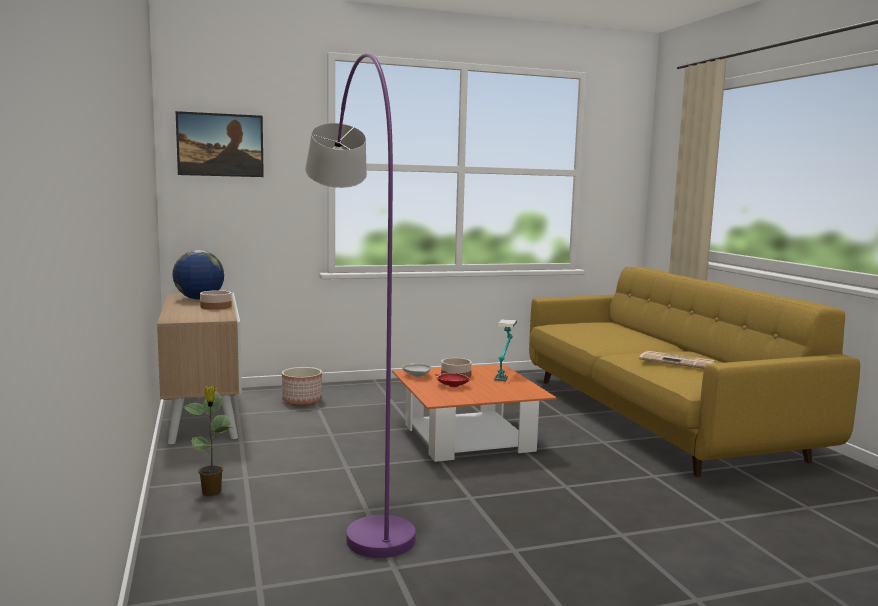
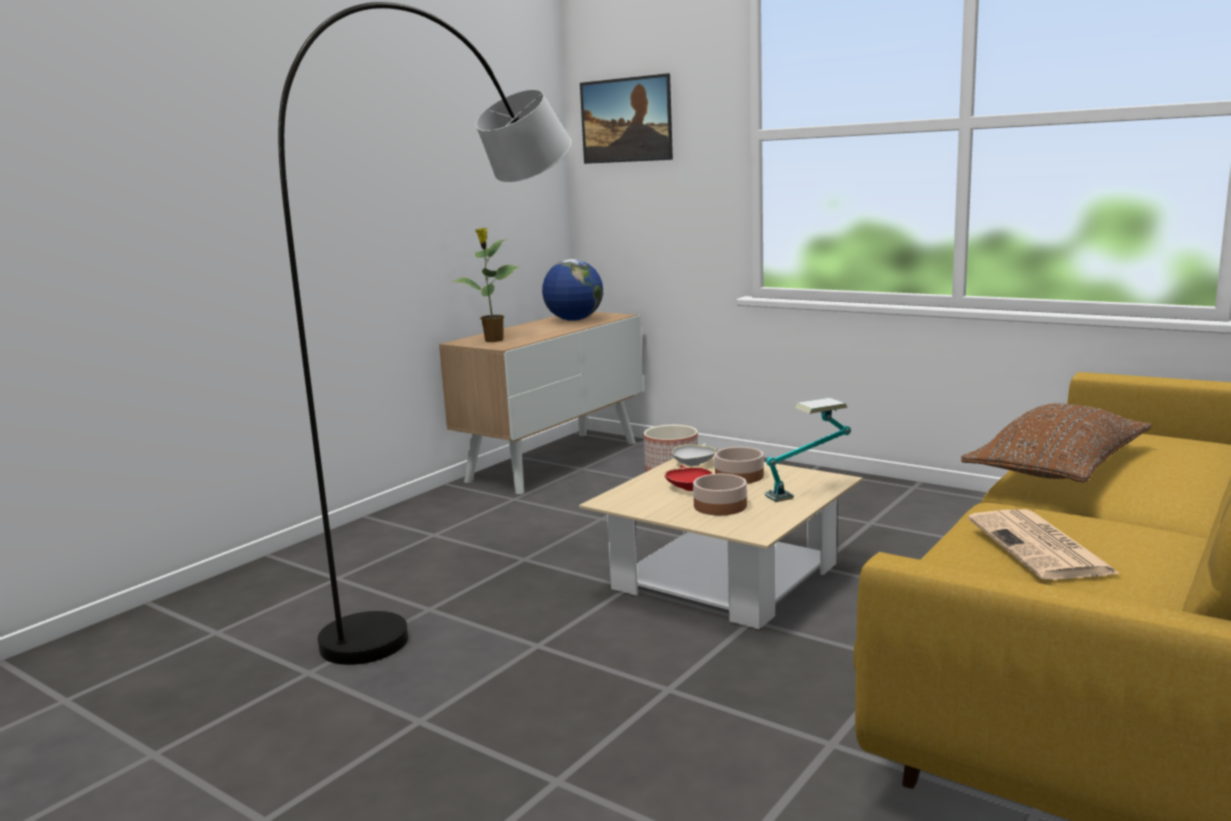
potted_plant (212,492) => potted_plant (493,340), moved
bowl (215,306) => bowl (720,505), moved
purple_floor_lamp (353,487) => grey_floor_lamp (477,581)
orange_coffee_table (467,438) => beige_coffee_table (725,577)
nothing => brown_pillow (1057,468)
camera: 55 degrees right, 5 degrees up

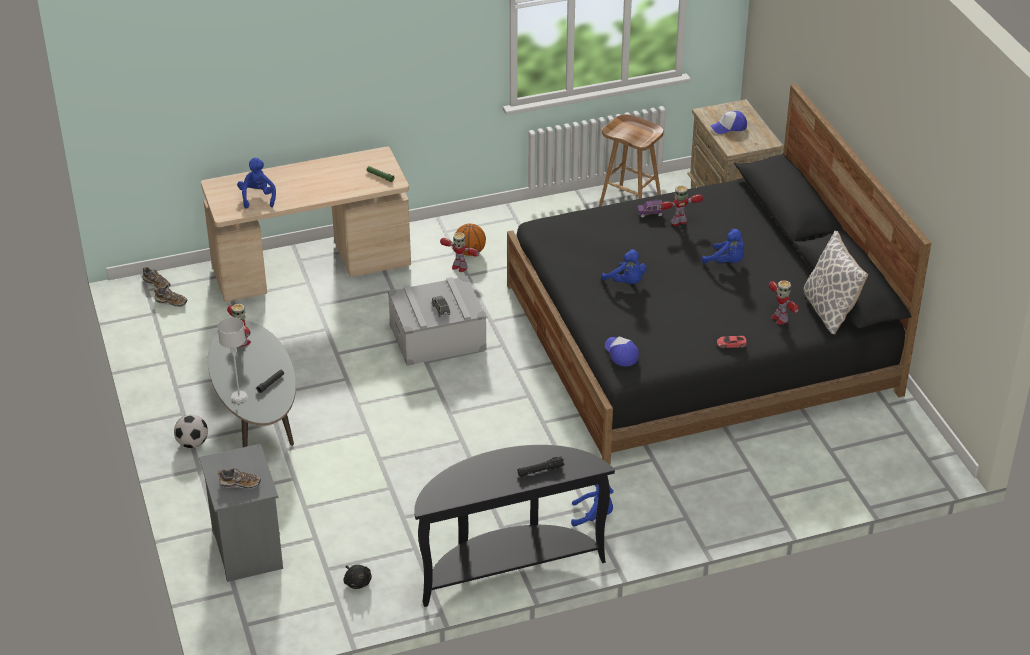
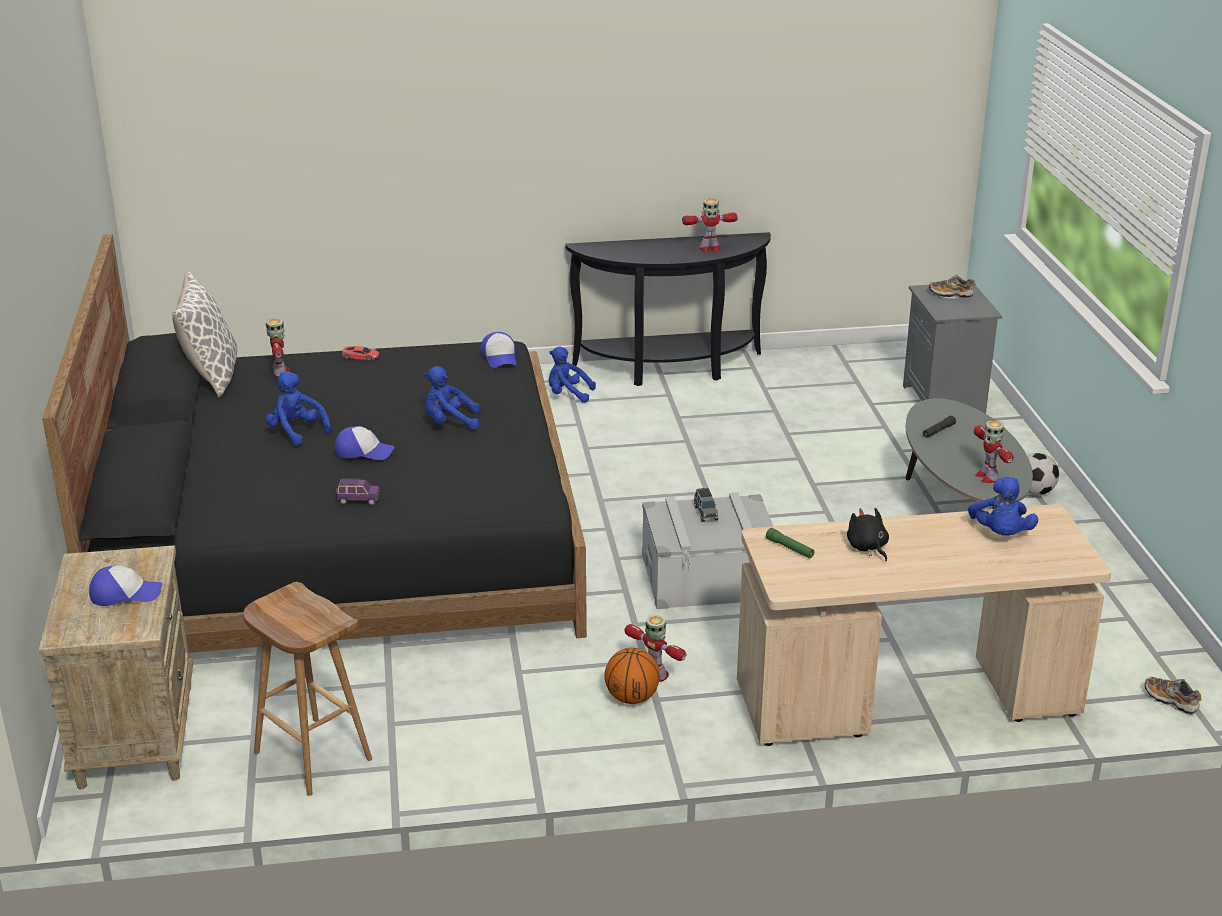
shoe (171,302) => nothing
grey_table_lamp (239,397) => nothing
black_plush_toy (357,582) => black_plush_toy (867,548), moved
black_flashlight (540,471) => nothing
blue_plush_toy (626,282) => blue_plush_toy (449,423), 60 degrees counterclockwise
toy_robot (679,222) => toy_robot (709,249), moved
nothing => cap (364,452)
camera: 170 degrees left, 10 degrees down

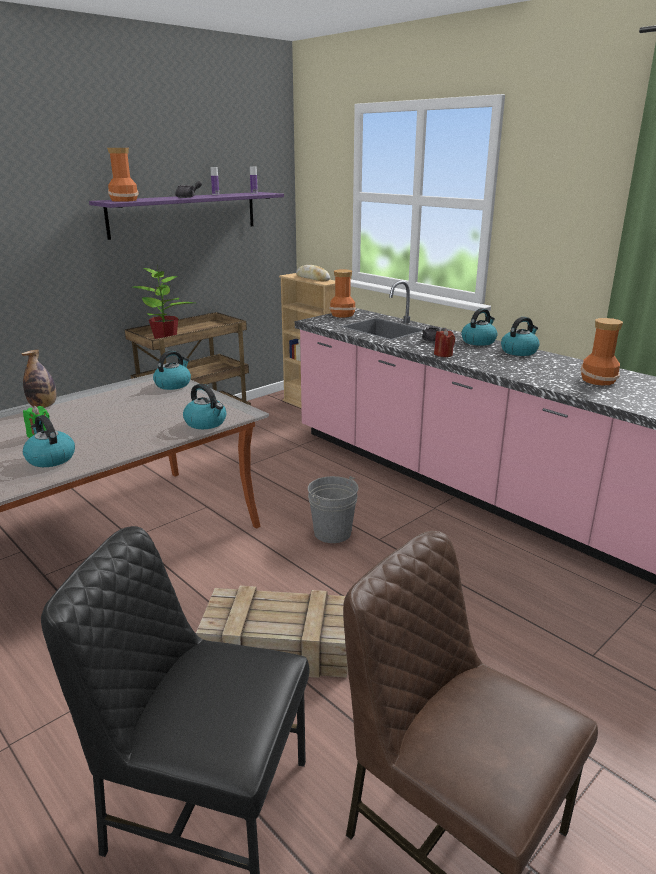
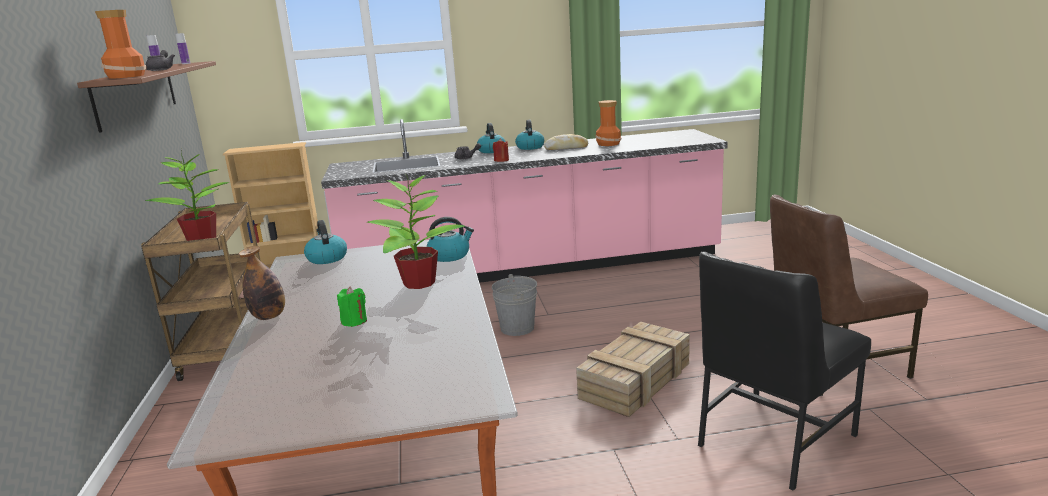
kettle (50,458) => nothing
purple_shelf (184,214) => brown_shelf (136,94)
bread (313,278) => bread (566,148), moved
vase (342,315) => nothing
nothing => potted_plant (418,283)
camera: 55 degrees left, 5 degrees down

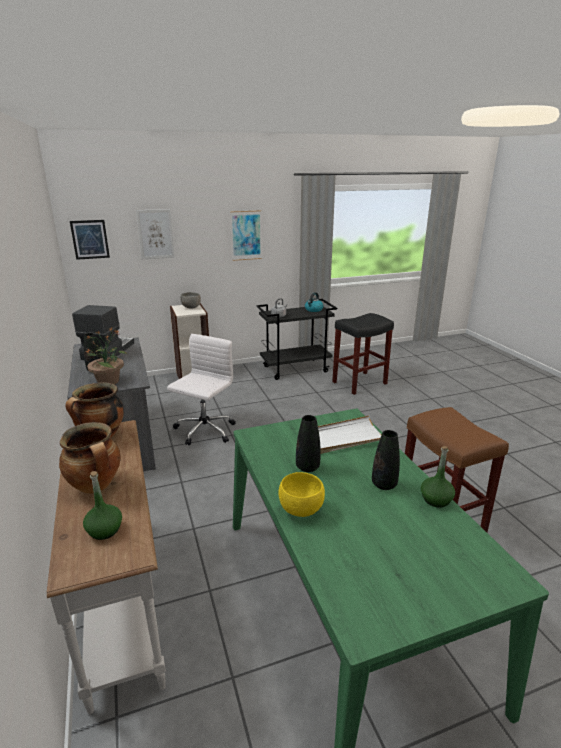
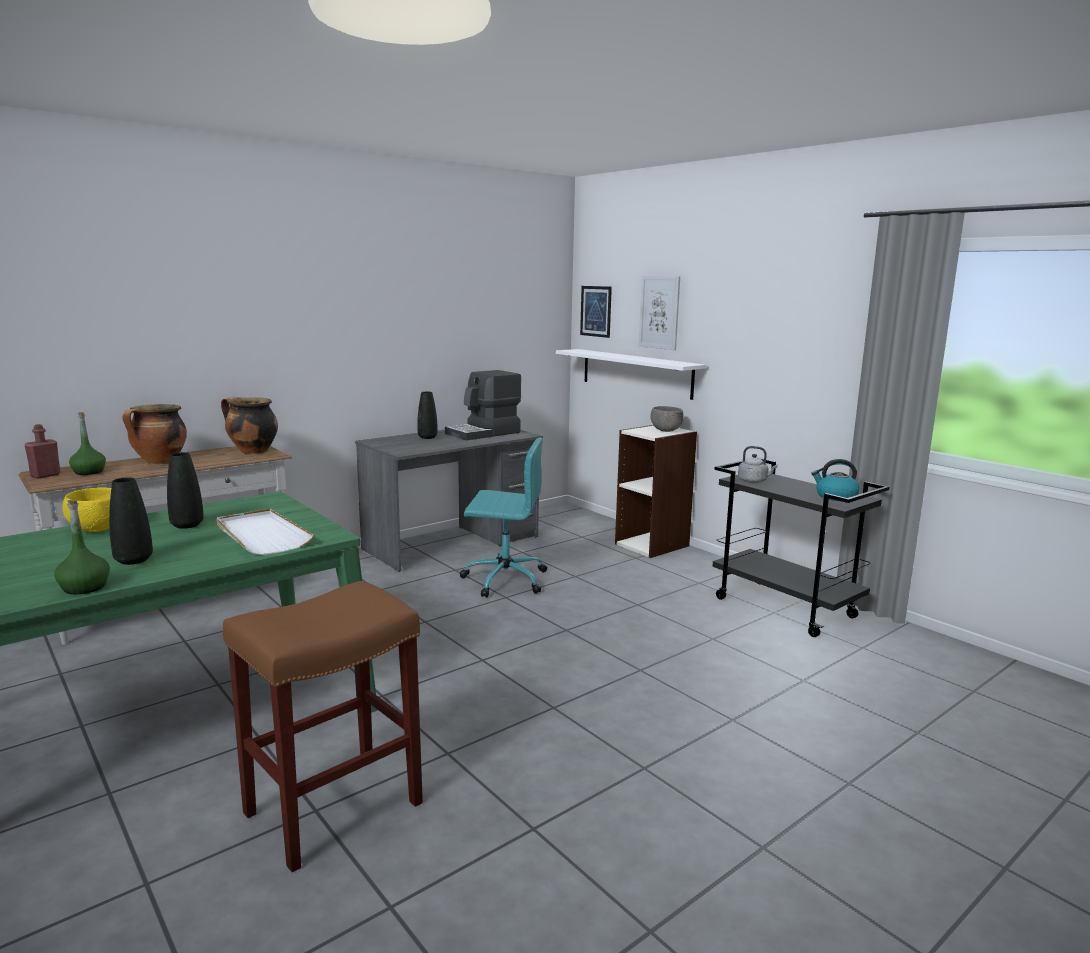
coffee_machine (107,351) => coffee_machine (484,433), 150 degrees clockwise
potted_plant (109,381) => nothing
white_office_chair (204,431) => turquoise_office_chair (503,579)
picture (246,235) => nothing
black_stool (360,382) => nothing
nothing => red_bottle (45,475)
nothing => white_shelf (636,373)
camera: 70 degrees right, 10 degrees down

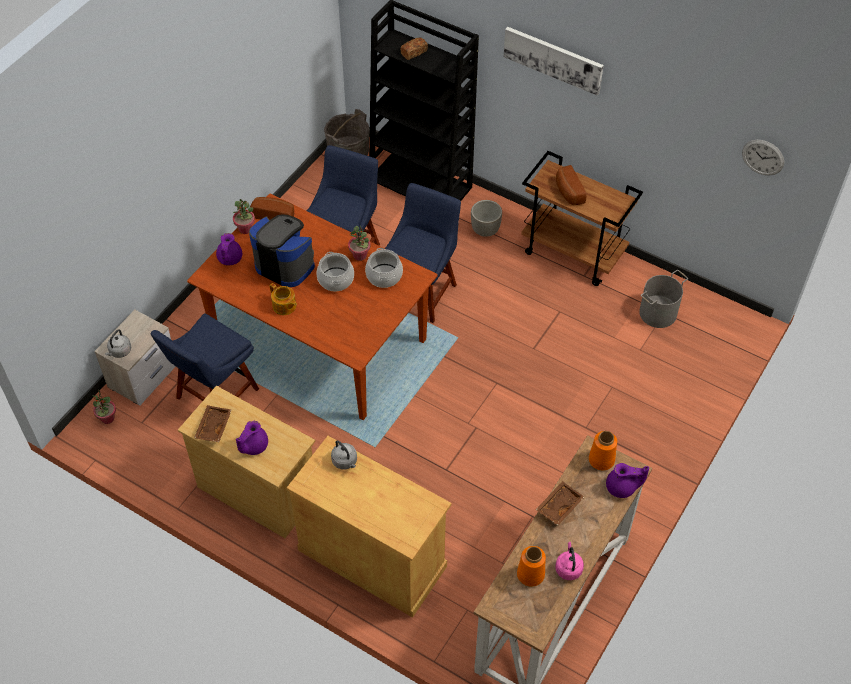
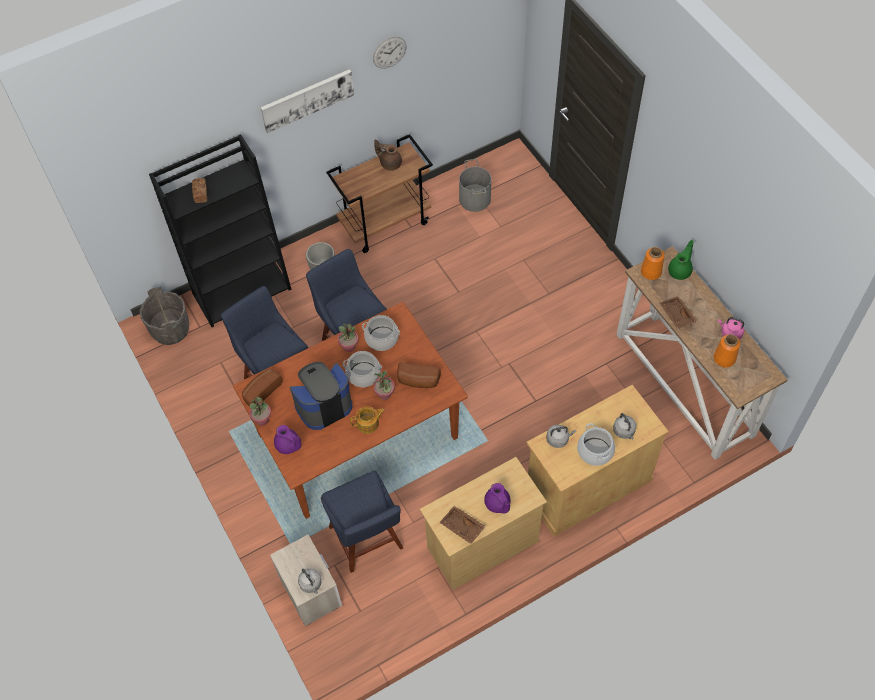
potted_plant (107,418) => potted_plant (385,394), moved
bread (568,192) => bread (418,381), moved
purple_teapot (622,487) => green_teapot (680,271)
wall_clock (763,157) => wall_clock (389,52), moved
nothing => brown_teapot (390,163)
nothing => cooking_pot (595,451)
nothing => grey_kettle (624,431)
camera: 60 degrees left, 5 degrees up

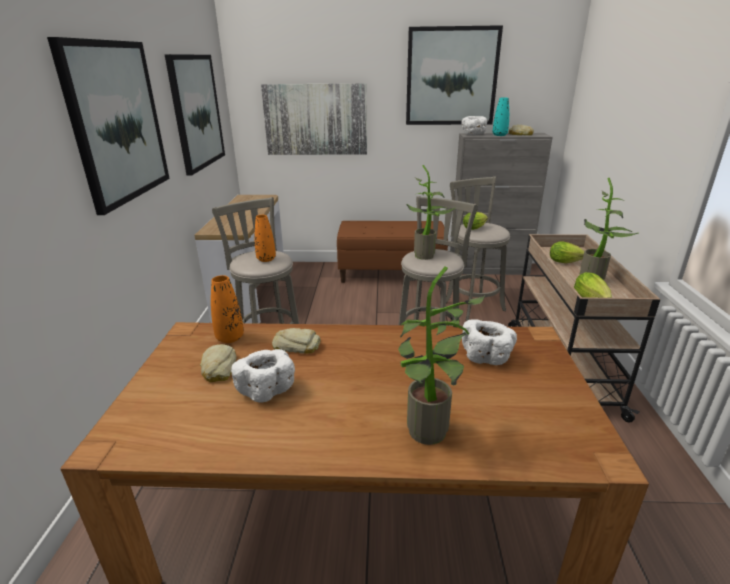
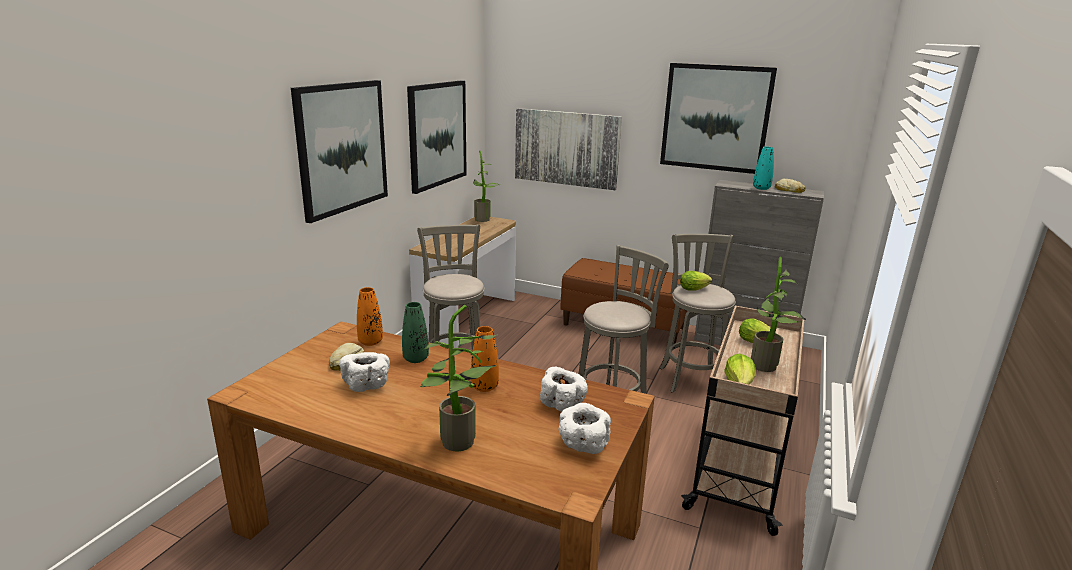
orange_vase (266,259) => orange_vase (484,387), moved
bread (296,345) => green_vase (416,359)
potted_plant (427,255) => potted_plant (484,219), moved
white_bowl (473,134) => white_bowl (583,445), moved
camera: 20 degrees right, 5 degrees down

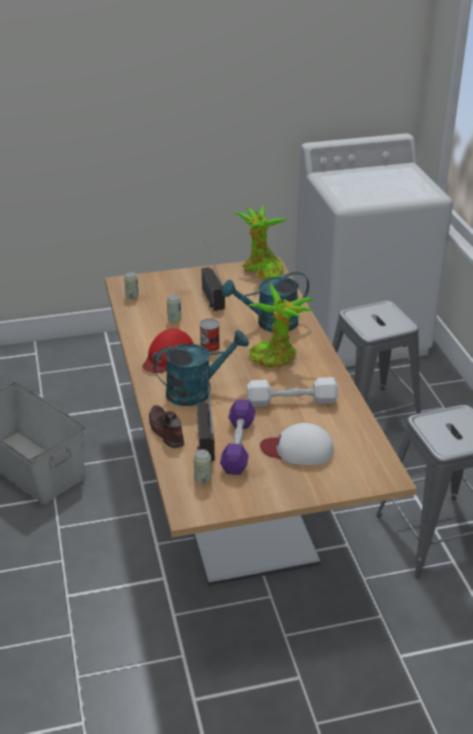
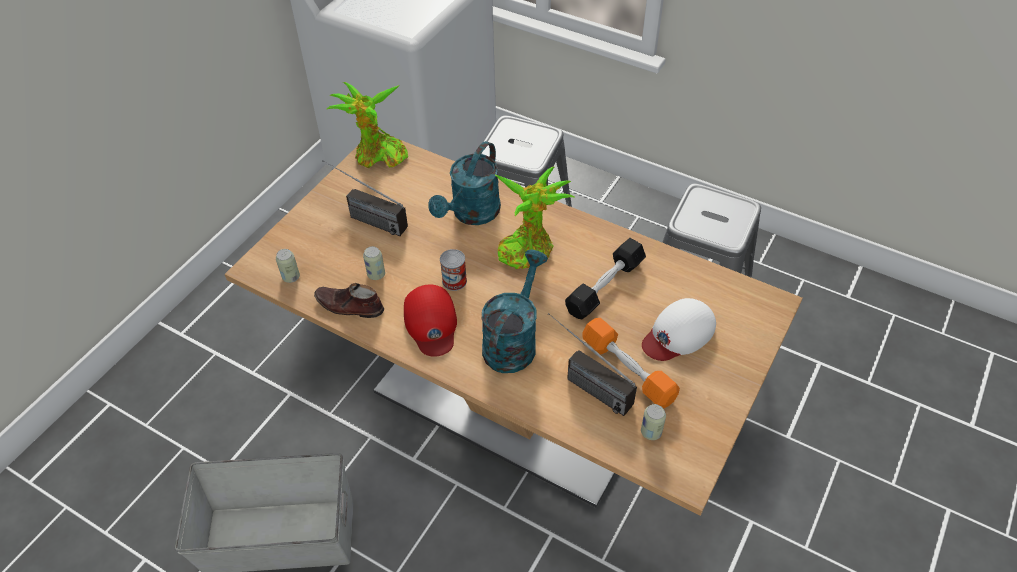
brown_shoe (165,431) => brown_shoe (349,306), moved
purple_dumbbell (238,445) => orange_dumbbell (628,370)
white_dumbbell (291,401) => black_dumbbell (605,286)
camera: 45 degrees left, 15 degrees up

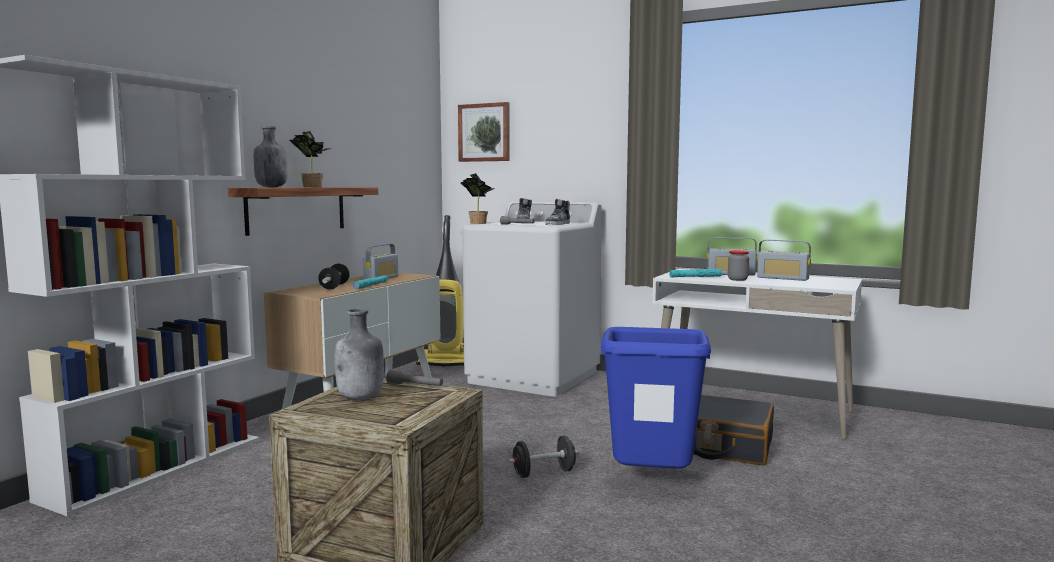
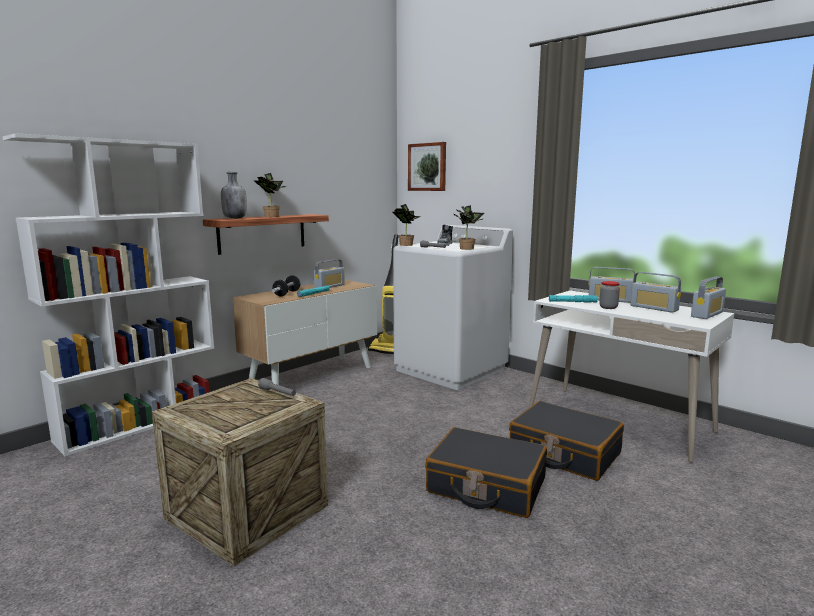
grey_bottle (361,398) => nothing
black_dumbbell (544,473) => nothing
shoe (558,224) => potted_plant (467,248)
blue_trash_can (652,483) => black_suitcase (486,486)
nothing => radio (707,314)
camera: 15 degrees right, 5 degrees up

